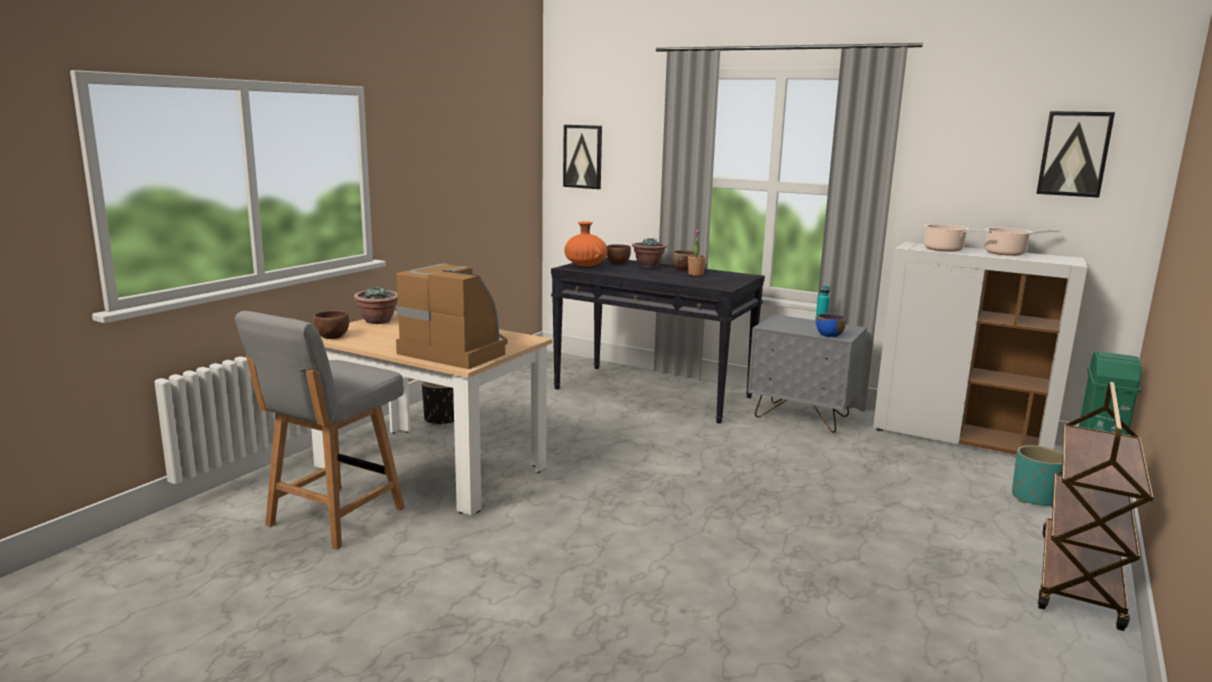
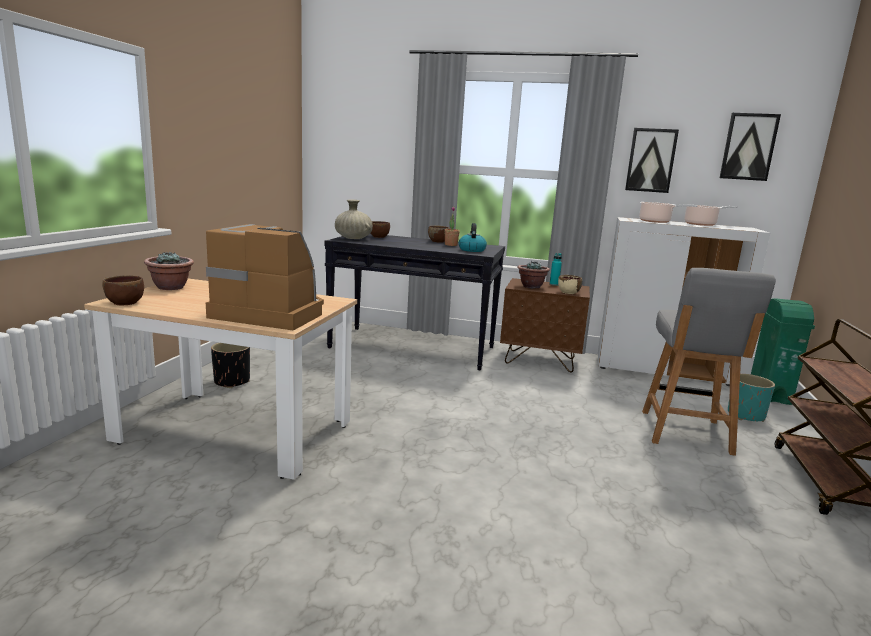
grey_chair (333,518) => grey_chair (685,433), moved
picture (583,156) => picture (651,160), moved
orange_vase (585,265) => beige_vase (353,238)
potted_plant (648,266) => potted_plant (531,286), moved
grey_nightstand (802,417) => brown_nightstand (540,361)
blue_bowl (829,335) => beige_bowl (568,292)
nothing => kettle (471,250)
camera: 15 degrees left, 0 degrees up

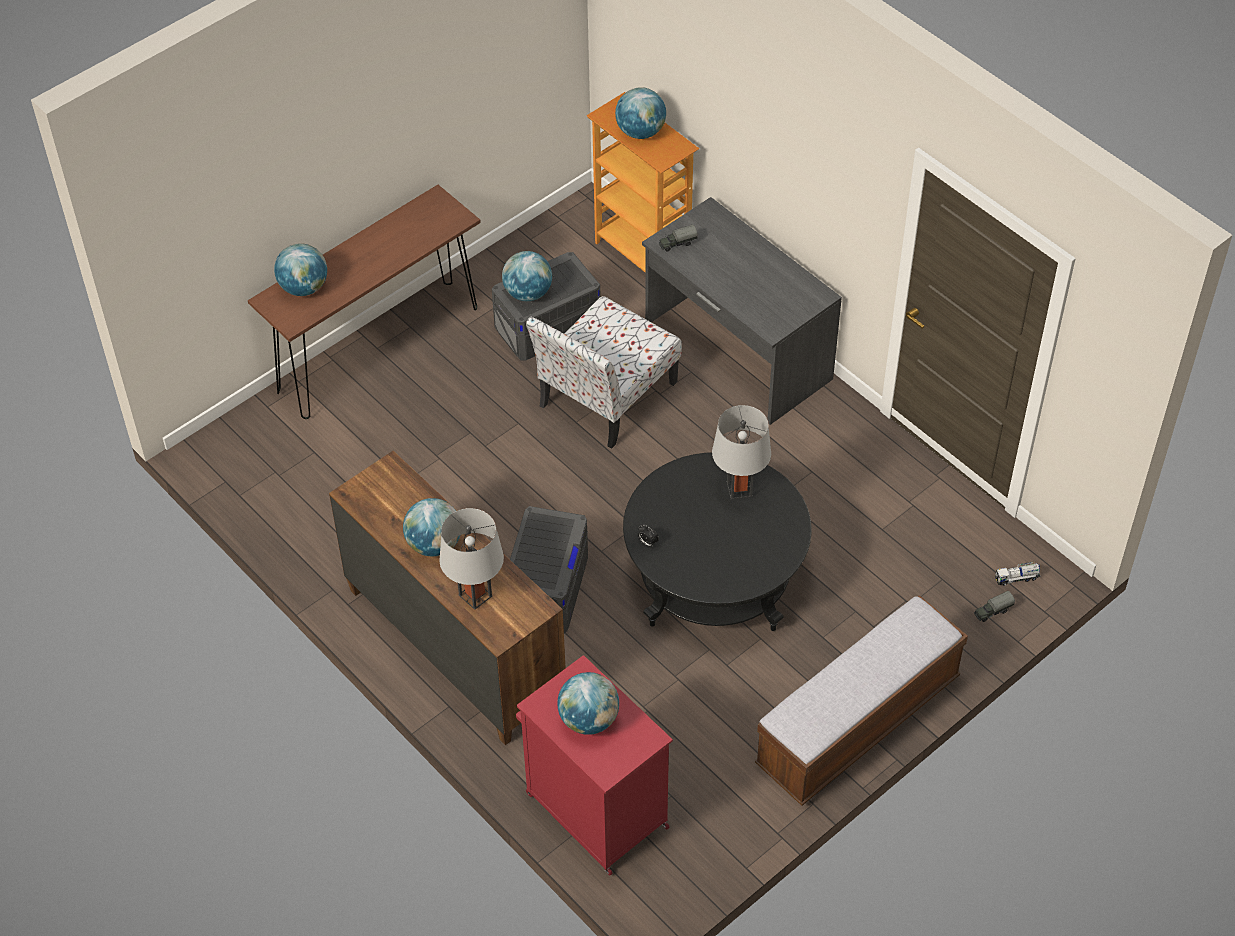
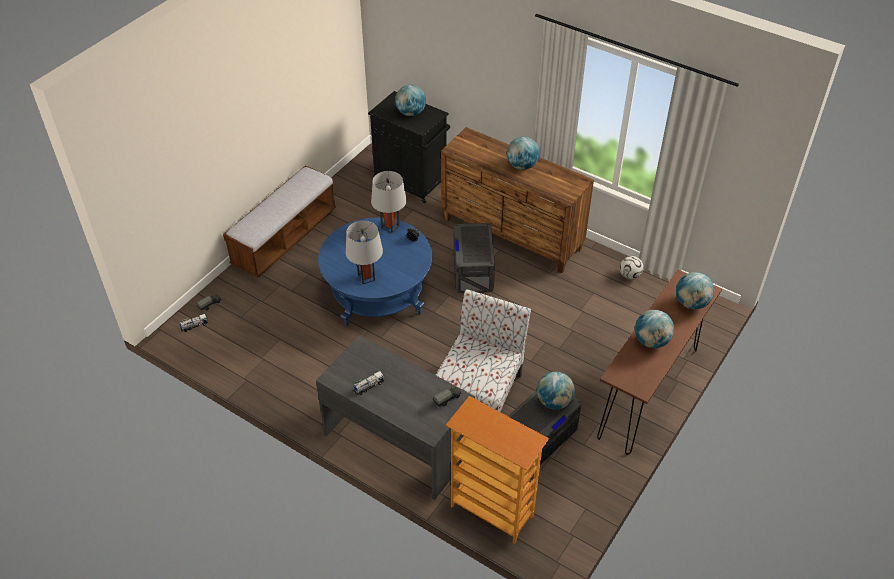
grey_table_lamp (475,595) => grey_table_lamp (390,227), moved
red_cabinet (594,809) => black_cabinet (412,182)
globe (641,132) => globe (651,341), moved
black_coffee_table (715,577) => blue_coffee_table (377,293)
nothing => toy_truck (368,386)
nothing => football (630,275)
camera: 165 degrees right, 5 degrees down

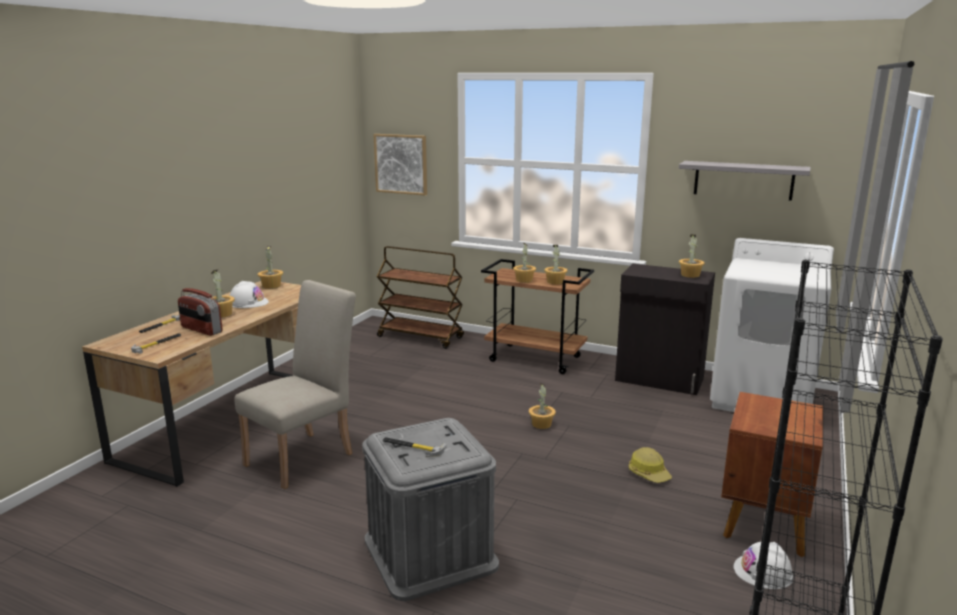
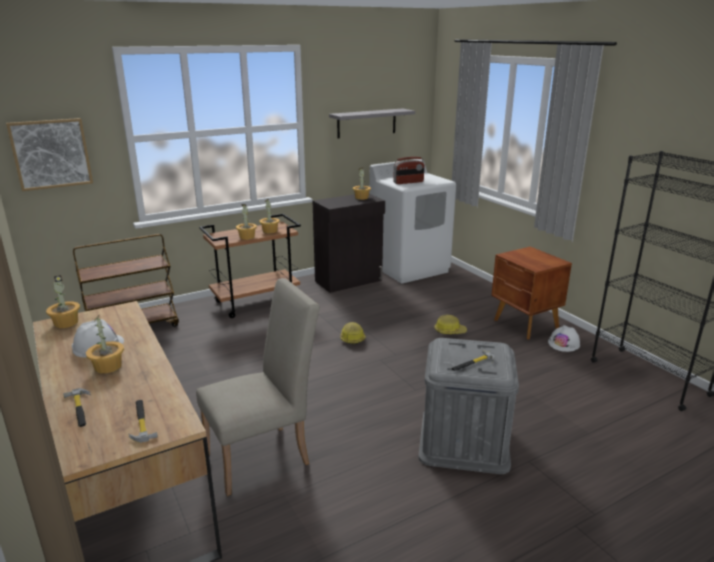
radio (201,330) => radio (408,182), moved
beige_chair (306,456) => beige_chair (264,456), 75 degrees clockwise
potted_plant (541,424) => hard_hat (351,338)
camera: 55 degrees left, 5 degrees up

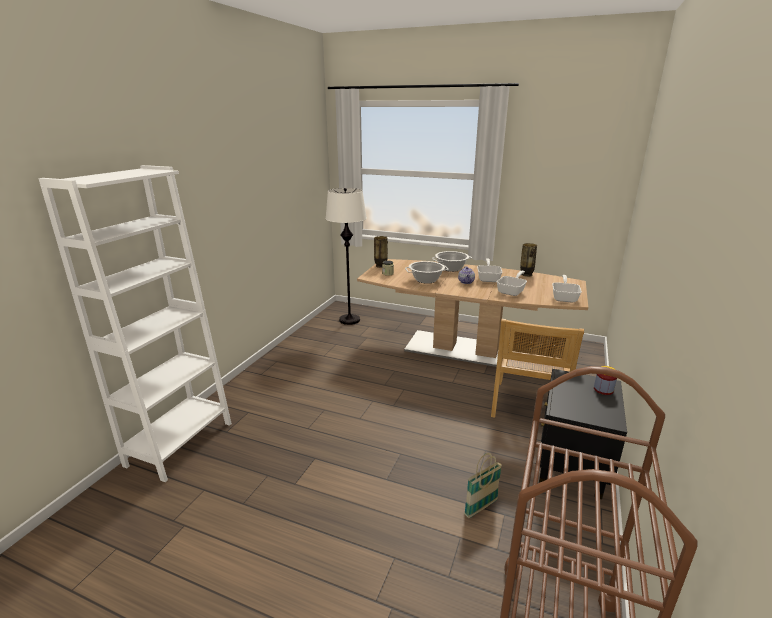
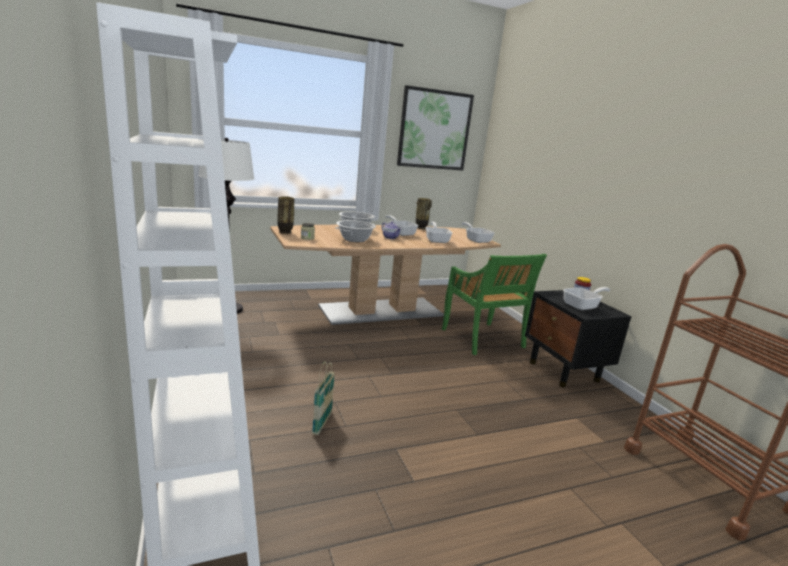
basket (481,508) => basket (322,423), moved
beige_chair (528,406) => green_chair (483,339)
nothing => picture (434,130)
nothing => frying_pan (583,306)
camera: 45 degrees left, 5 degrees down

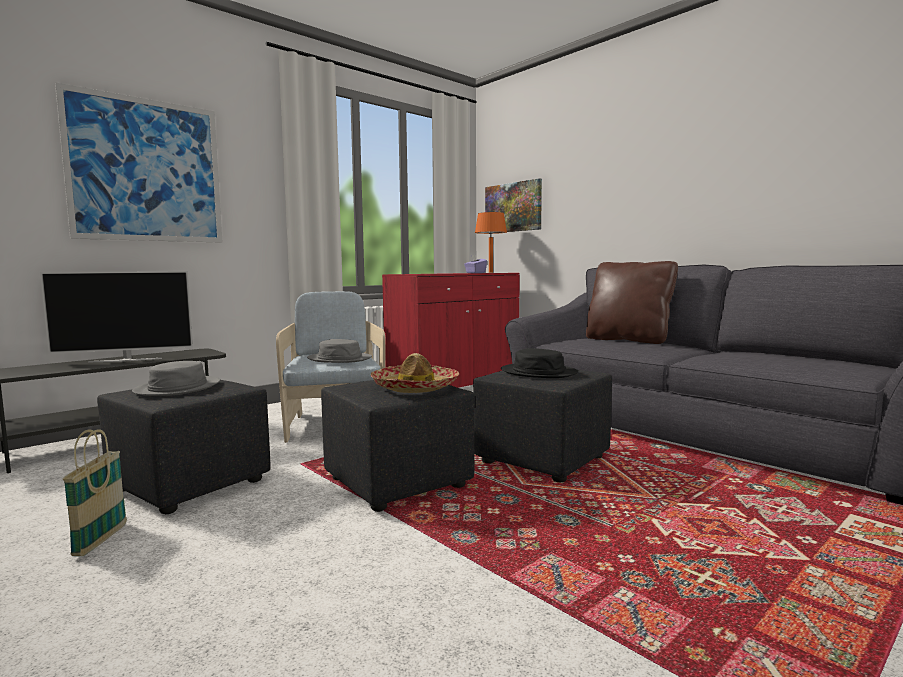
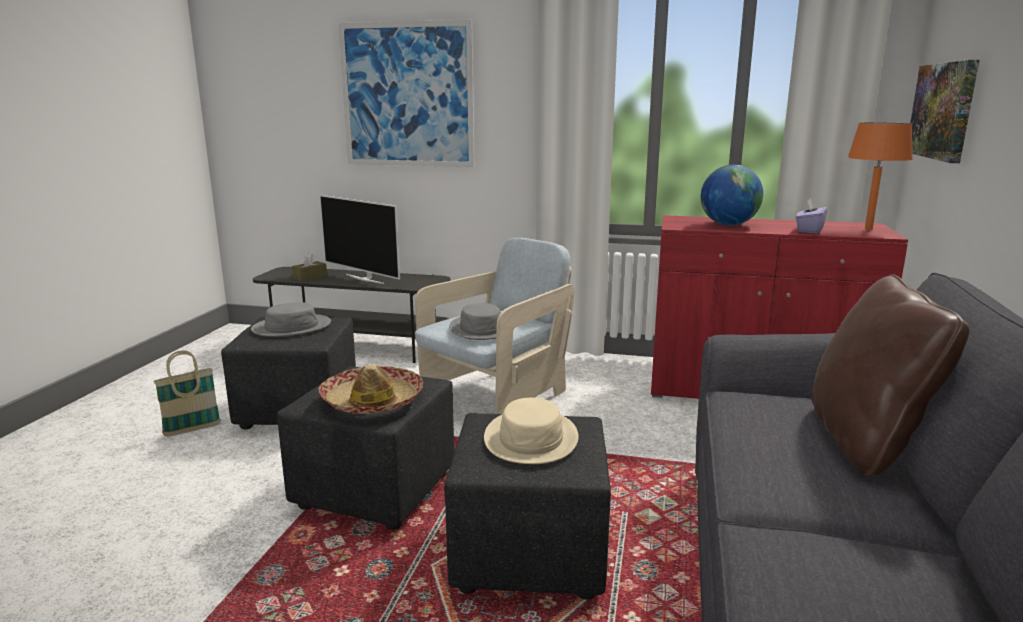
black_hat (538,372) => beige_hat (531,438)
nothing => brown_tissue_box (310,277)
nothing => globe (728,225)
camera: 55 degrees right, 10 degrees up

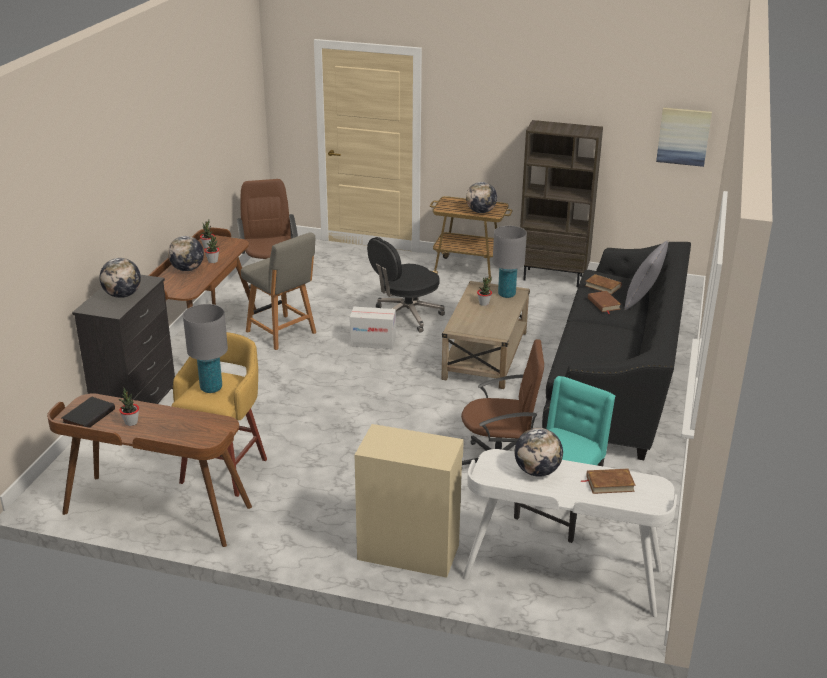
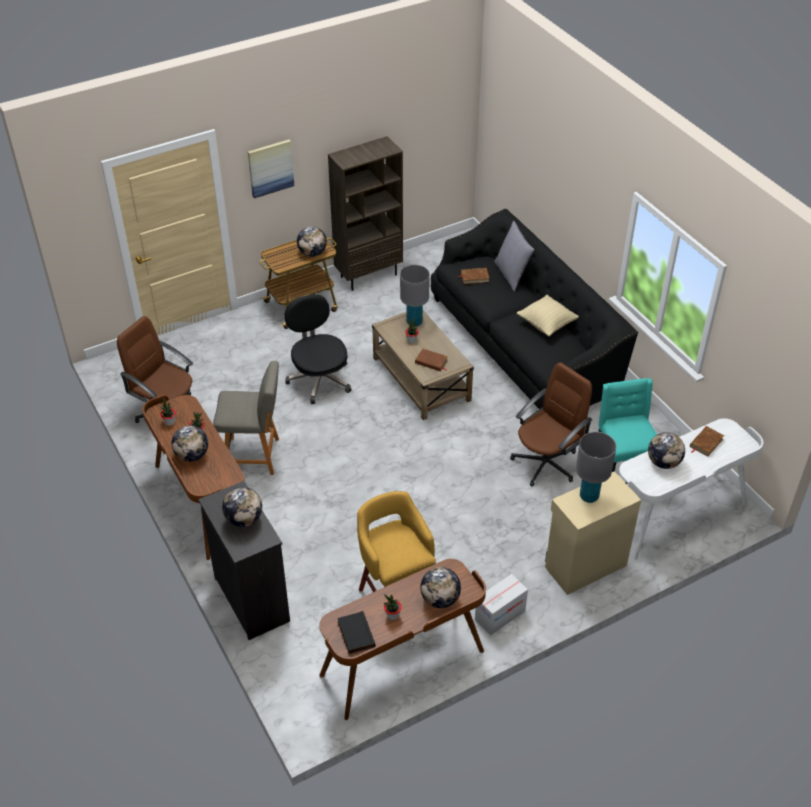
grey_table_lamp (211,388) => grey_table_lamp (589,496), moved
cardboard_box (373,342) => cardboard_box (500,615), moved
black_office_chair (405,316) => black_office_chair (319,379), 150 degrees clockwise
brown_book (603,304) => brown_book (431,362), moved
picture (683,136) => picture (270,168), moved
nothing => globe (440,599)
nothing => beige_pillow (546,324)
camera: 45 degrees left, 15 degrees up

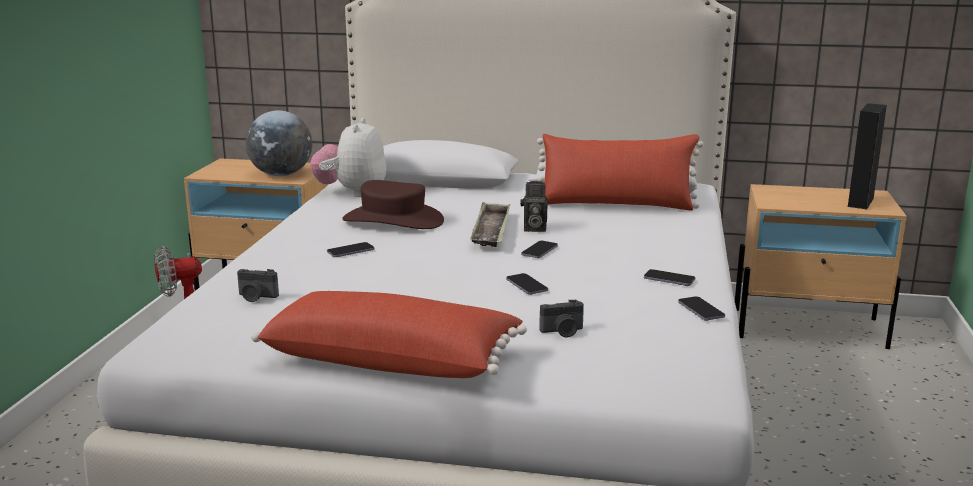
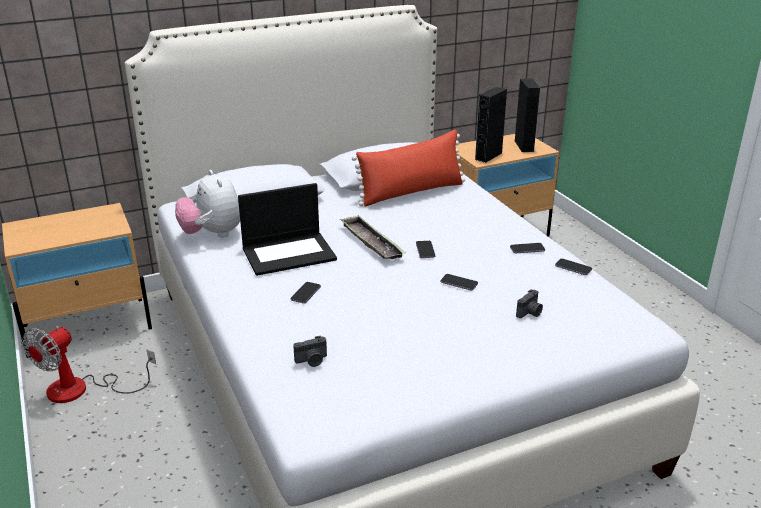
globe (281,175) => nothing
red_pillow (392,360) => nothing
brown_hat (393,220) => laptop (289,253)
photo_camera (533,228) => nothing
nothing => black_speaker (488,156)
camera: 35 degrees left, 10 degrees up

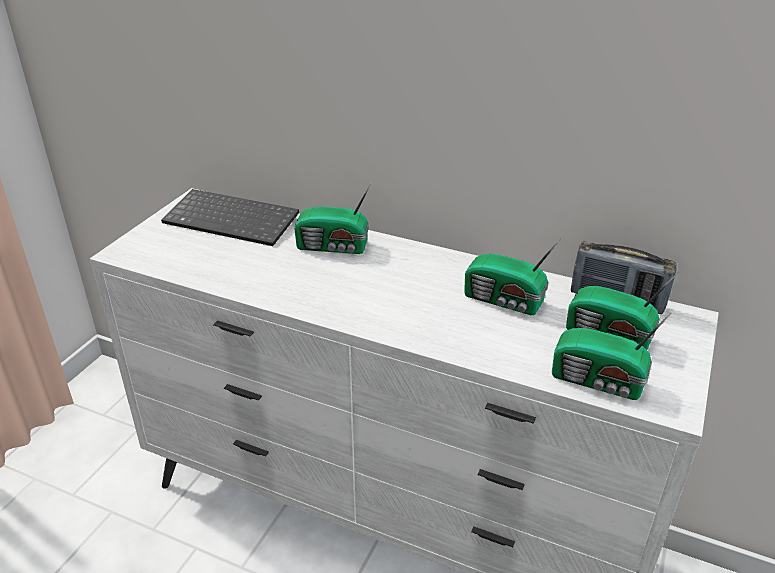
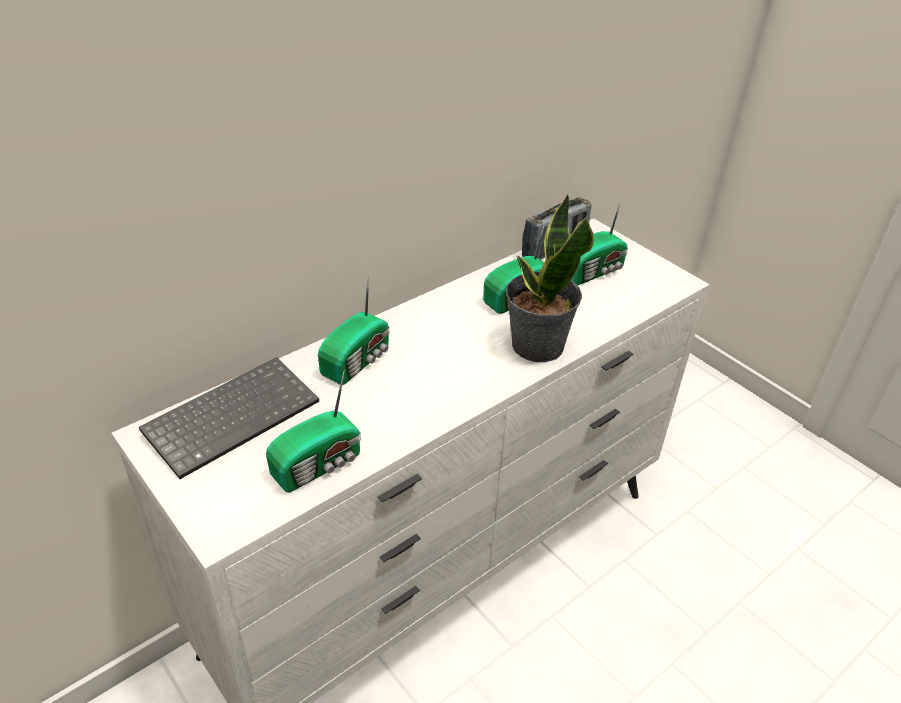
radio (599,382) => radio (319,465), moved
nothing => potted_plant (536,346)
camera: 65 degrees left, 5 degrees up

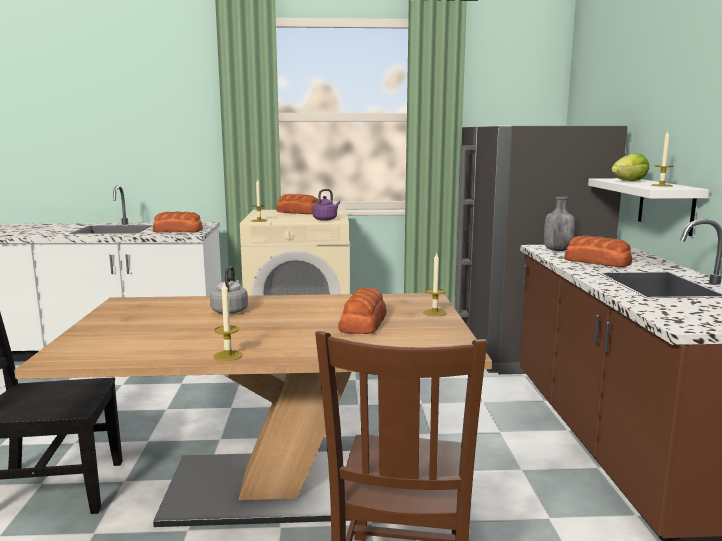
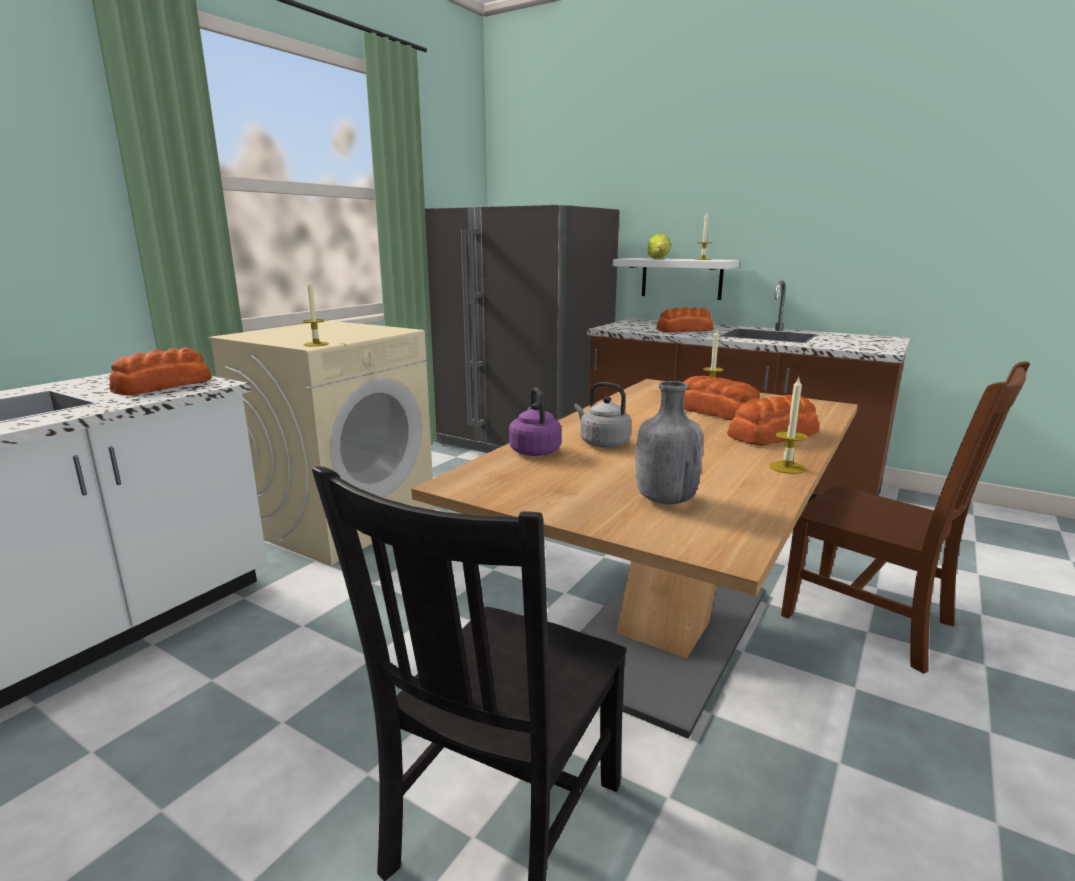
bread (299,212) => bread (774,435), moved
purple_kettle (326,219) => purple_kettle (534,451), moved
grey_bottle (557,250) => grey_bottle (664,499), moved
camera: 55 degrees left, 5 degrees up

